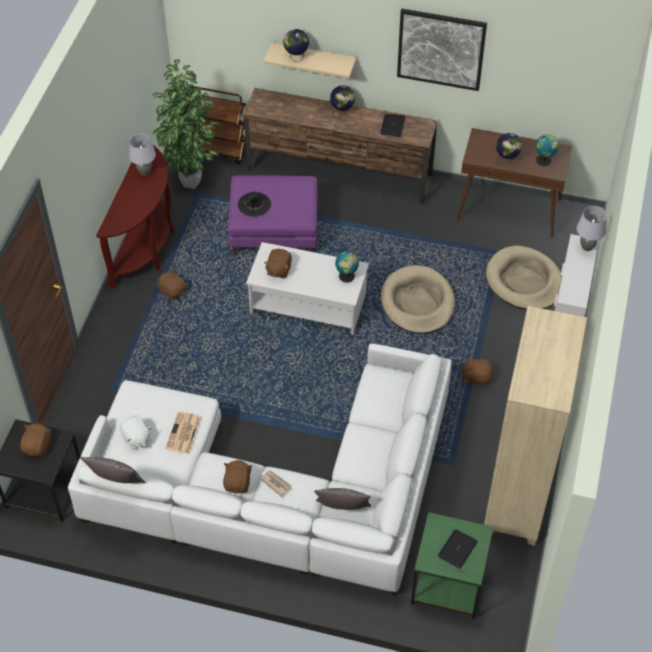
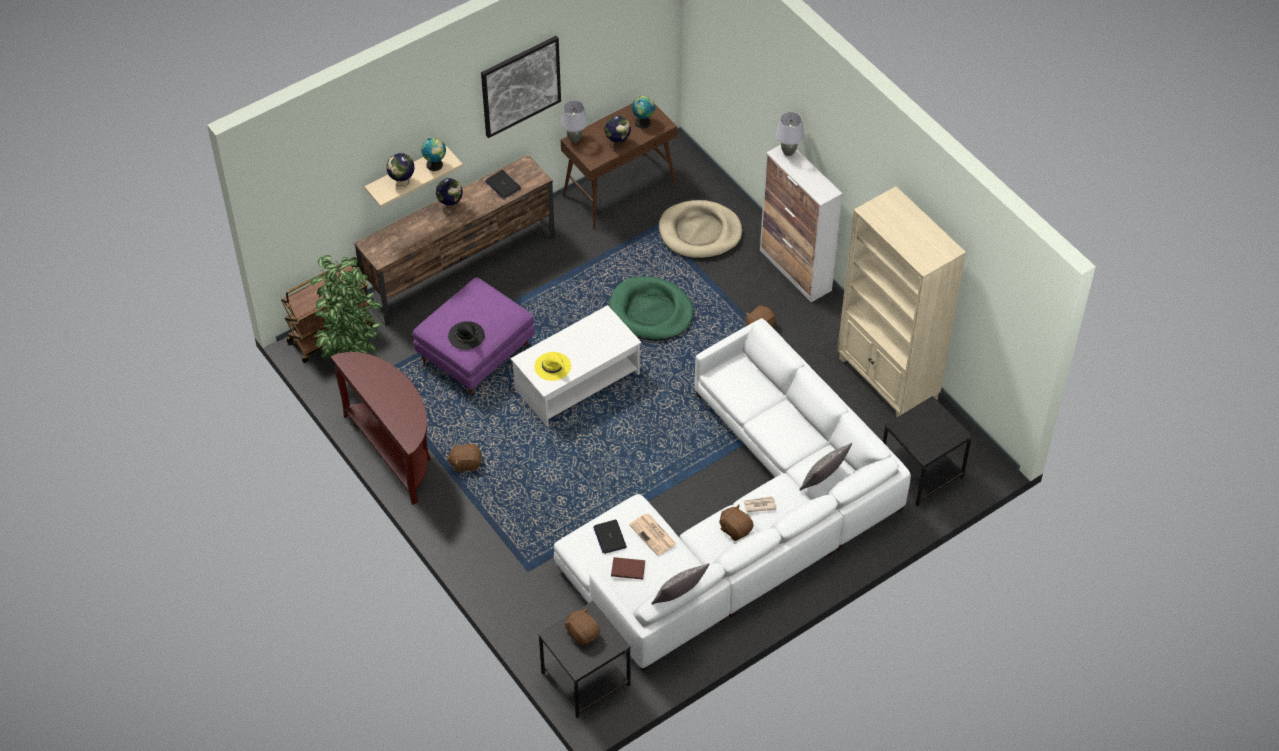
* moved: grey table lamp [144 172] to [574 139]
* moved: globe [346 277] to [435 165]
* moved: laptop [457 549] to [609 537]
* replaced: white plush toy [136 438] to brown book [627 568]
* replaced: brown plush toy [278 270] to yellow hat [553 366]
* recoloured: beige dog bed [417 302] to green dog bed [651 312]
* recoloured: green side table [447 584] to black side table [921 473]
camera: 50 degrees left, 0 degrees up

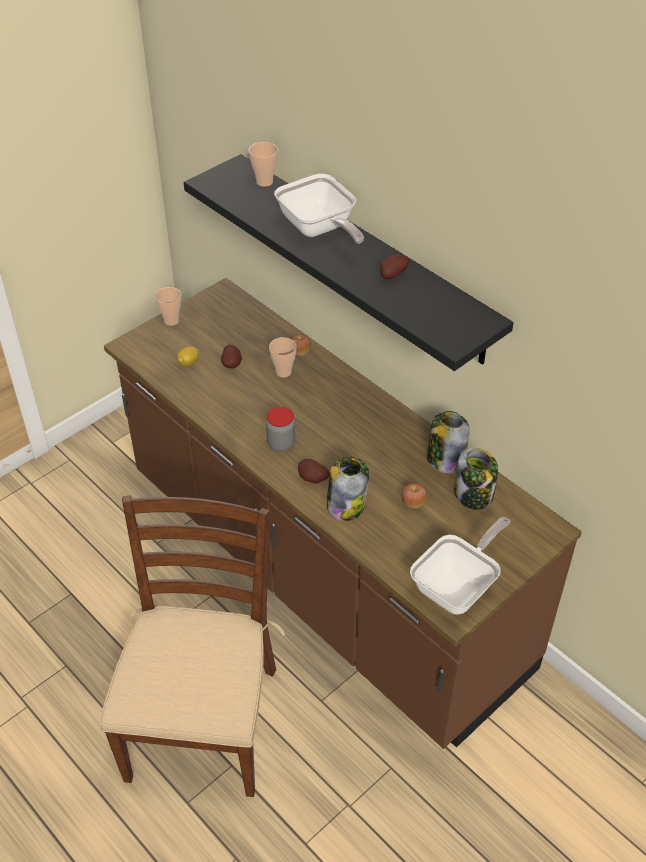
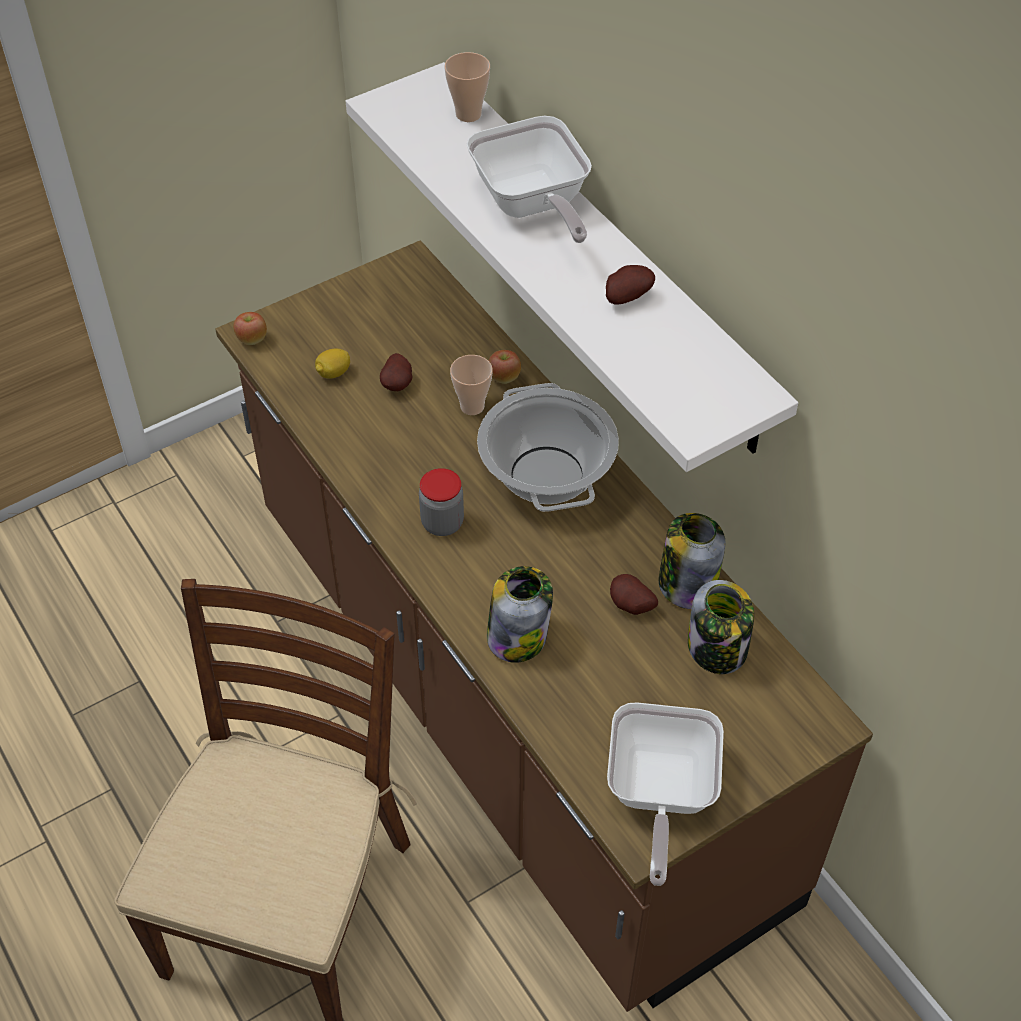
* removed: cup [171 321]
* added: cooking pot [546 475]
* moved: potato [312 479] to [630 606]
* moved: apple [413 503] to [252 339]
* recoloured: black shelf [364 257] to white shelf [601 255]
* turned: frying pan [458 586] = [659 795] 135 degrees clockwise
camera: 10 degrees right, 5 degrees up

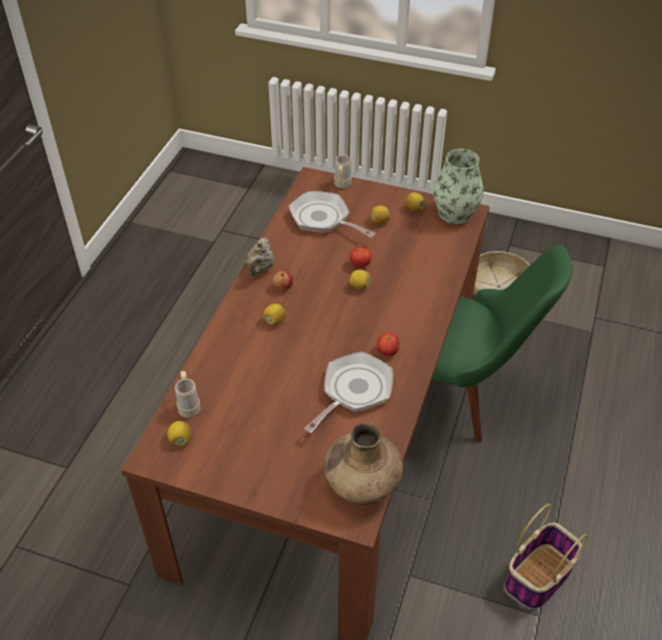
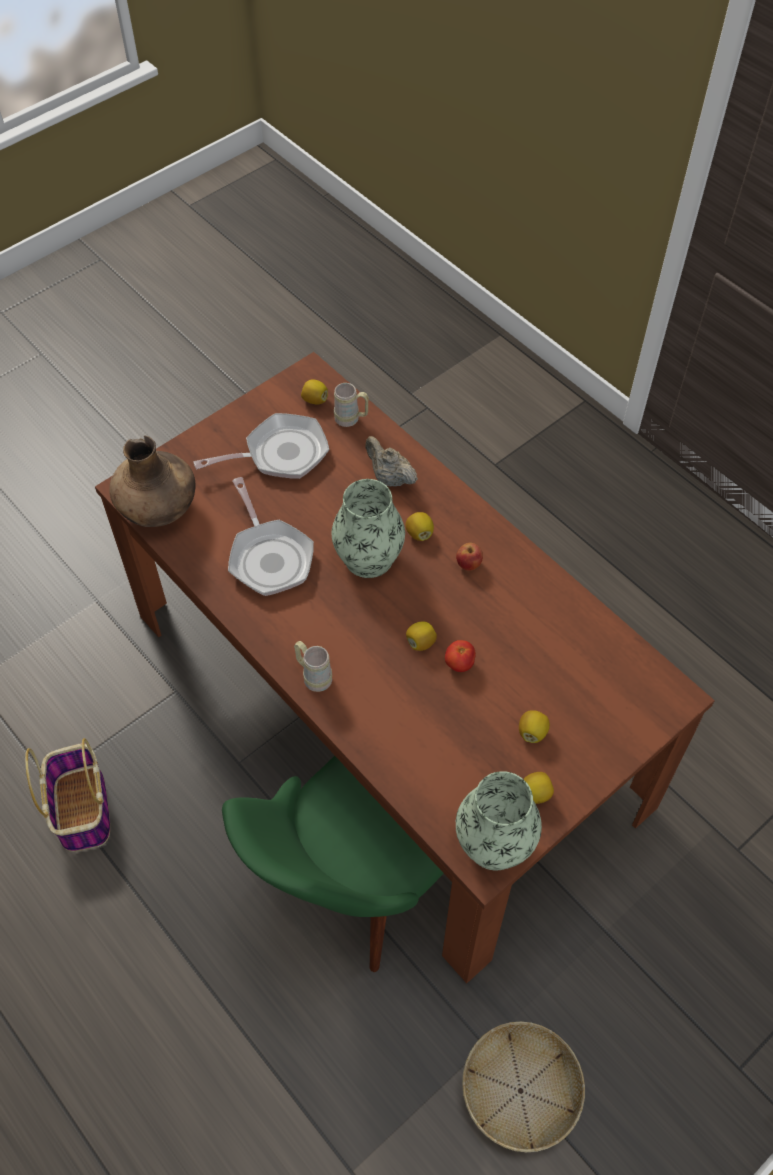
* removed: tomato [387 352]
* added: vase [368 557]
* moved: beige teapot [260 269] to [389 477]
* moved: frying pan [323 219] to [280 454]
* moved: beige mug [342 185] to [313 676]
camera: 120 degrees right, 10 degrees up

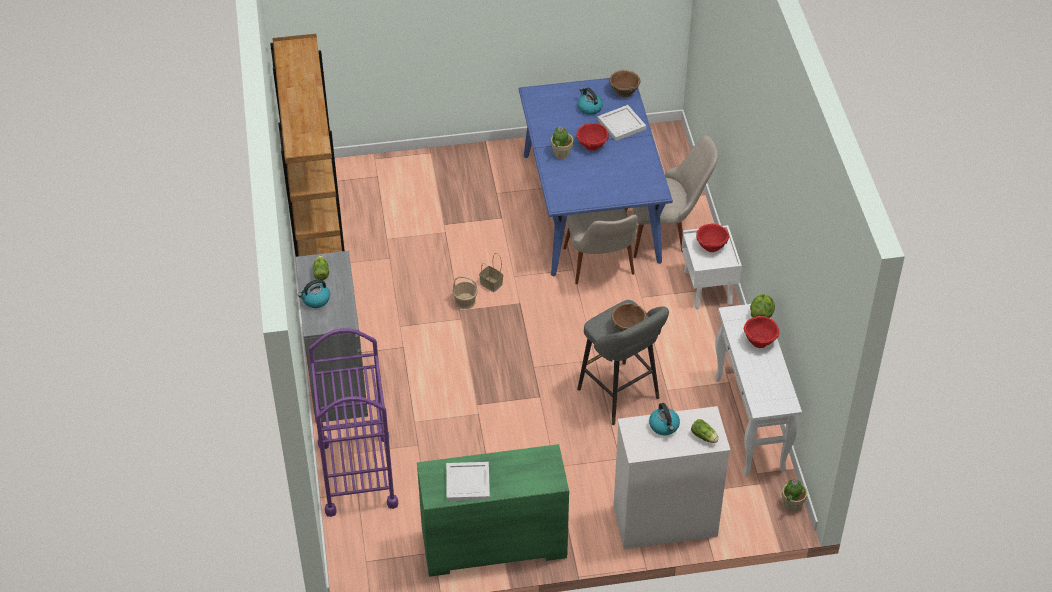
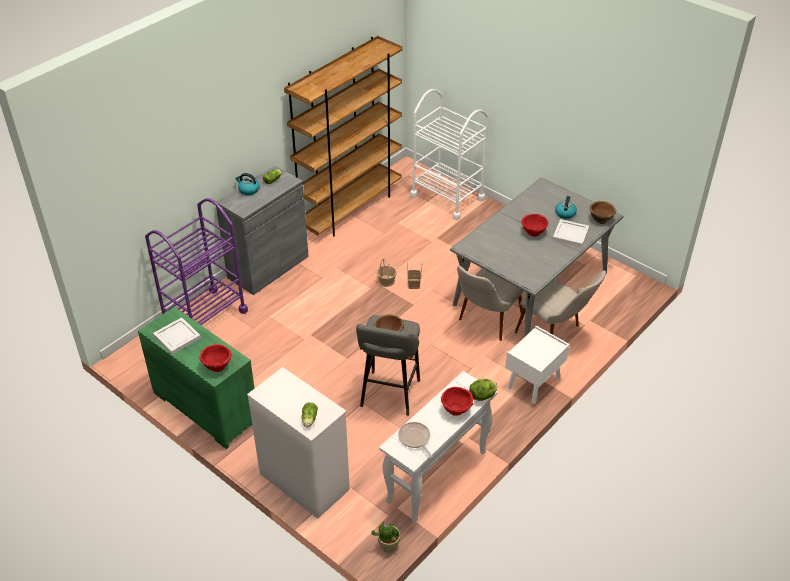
* removed: potted plant [561 153]
* removed: kettle [664 426]
* added: frying pan [415 439]
* added: white cart [447 197]
* moved: red bowl [711 247] to [217 366]
* recoloured: blue dining table [591 208] to grey dining table [531 289]
camera: 50 degrees right, 5 degrees down

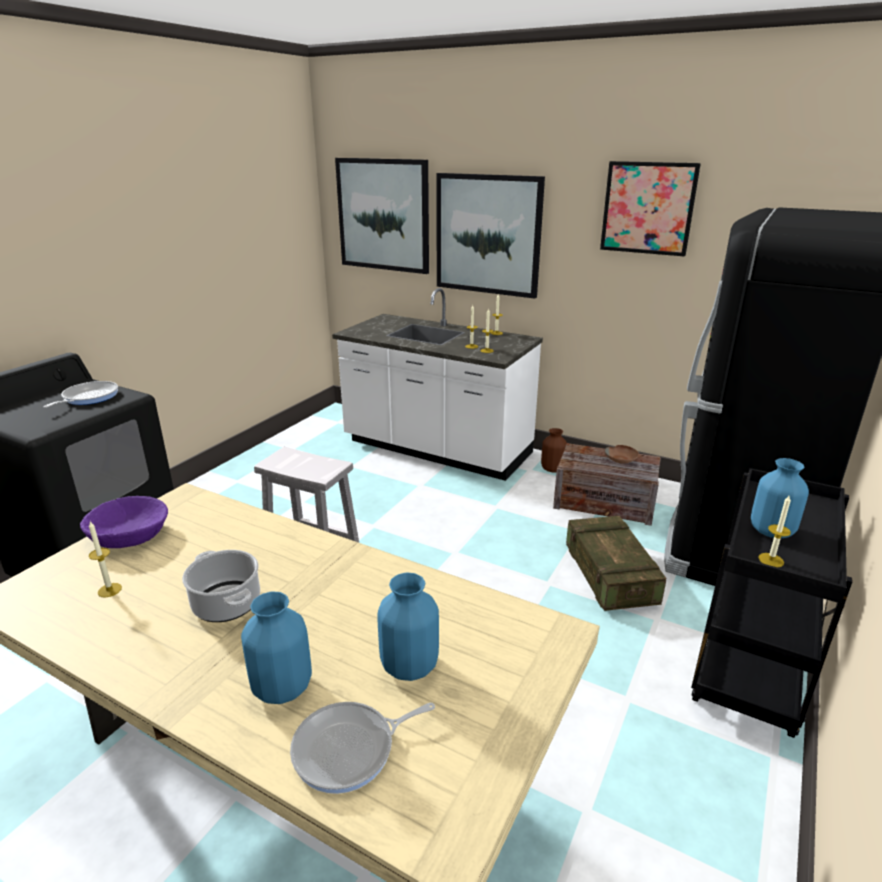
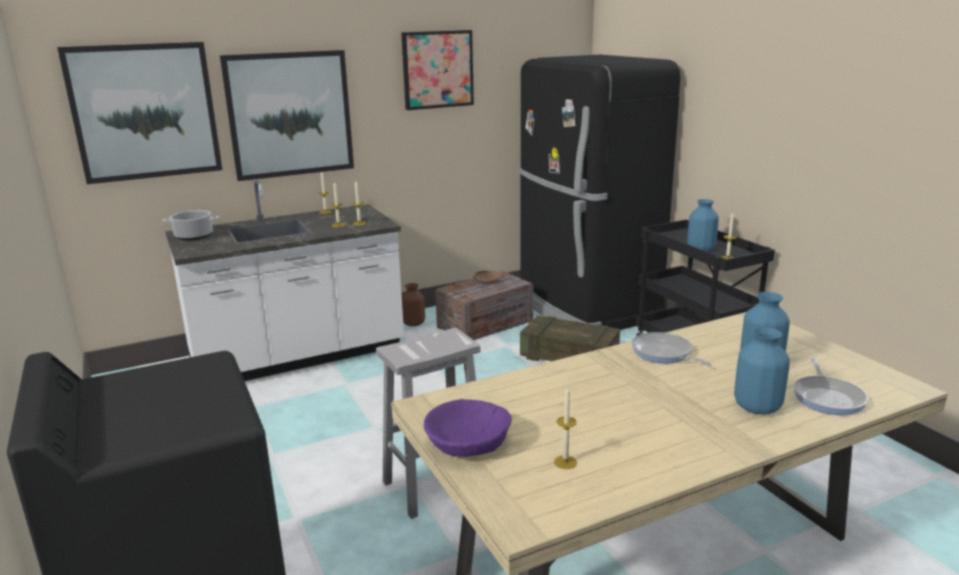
* moved: frying pan [88 397] to [664 353]
* moved: cooking pot [226 603] to [193 236]
camera: 55 degrees left, 5 degrees down

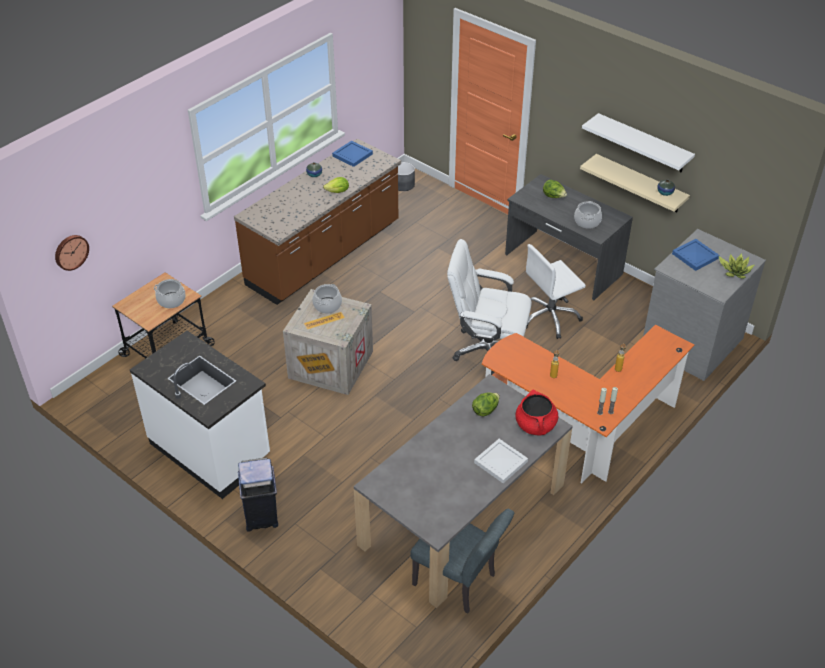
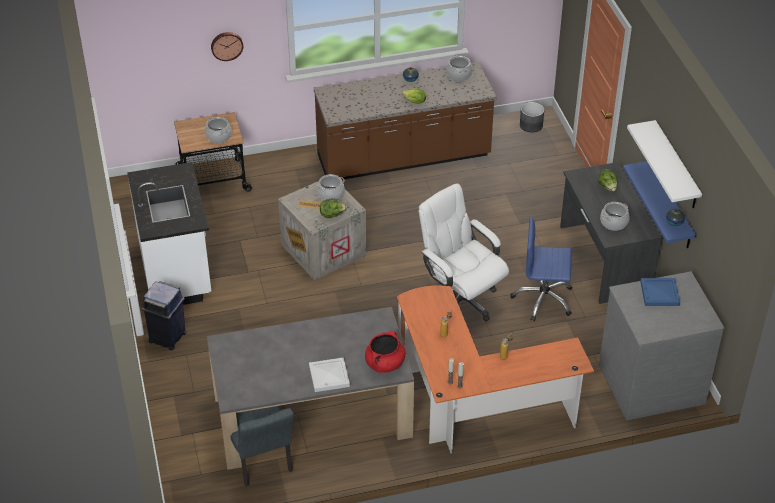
* removed: potted plant [735 271]
* moved: wall clock [70 251] to [226 45]
* moved: lettuce [485 410] to [332 215]
* replaced: blue tray [352 155] to cooking pot [458 75]
* recoloured: white office chair [550 318] to blue office chair [543 299]
* recoloured: beige shelf [640 184] to blue shelf [671 206]
camera: 35 degrees right, 0 degrees up

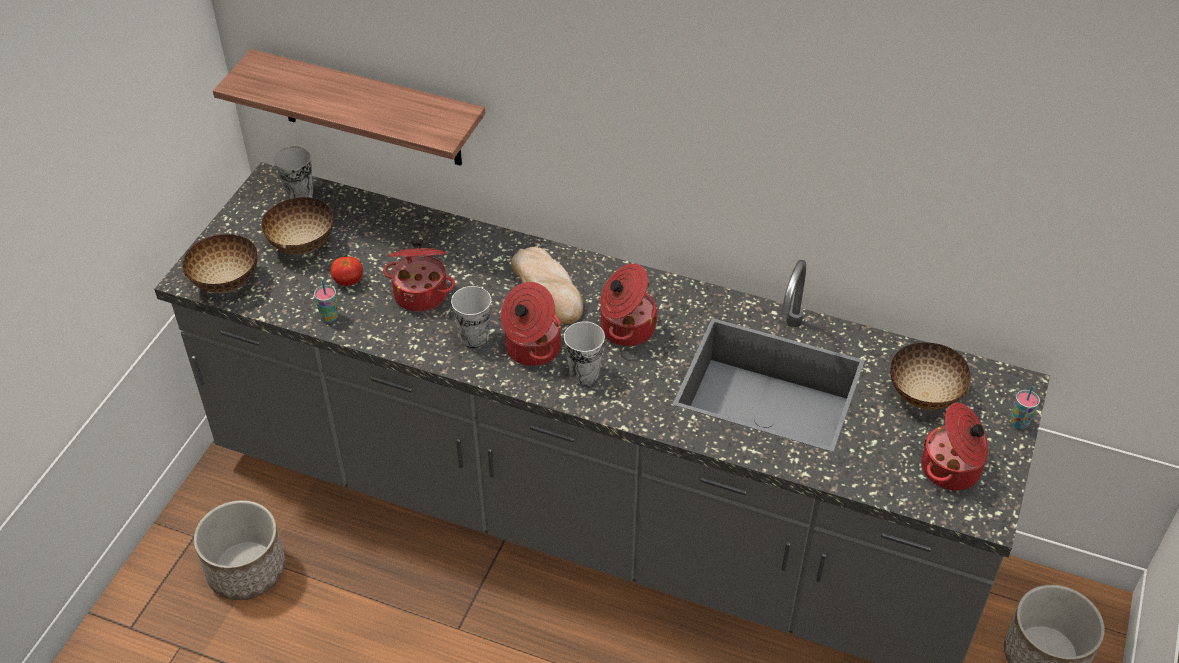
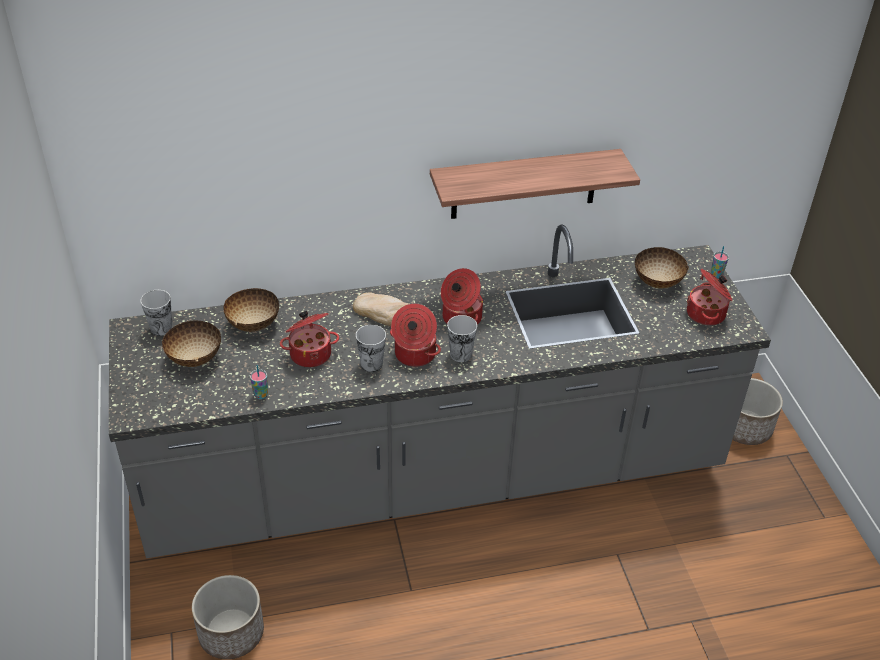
* removed: tomato [348 281]
* moved: bowl [226 281] to [253 324]
* moved: shelf [370 109] to [524 184]
camera: 35 degrees left, 5 degrees down

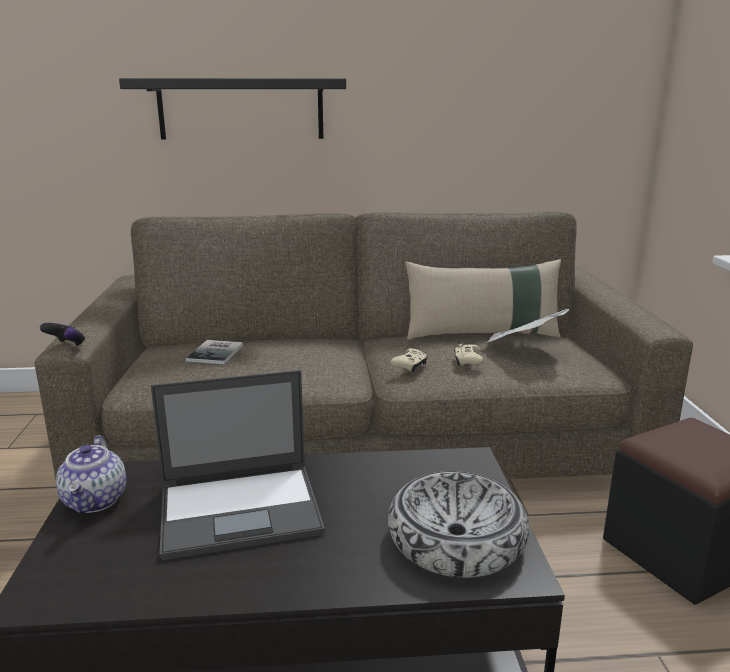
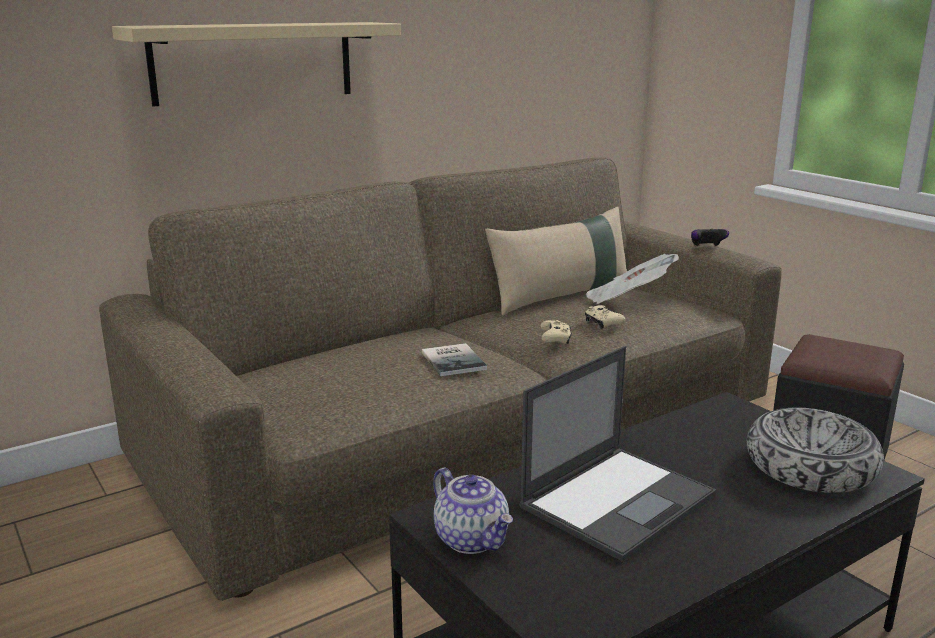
* moved: game controller [67 346] to [707 247]
* moved: book [217 352] to [454 360]
* recoloured: black shelf [241 109] to beige shelf [254 62]
camera: 30 degrees left, 0 degrees up

